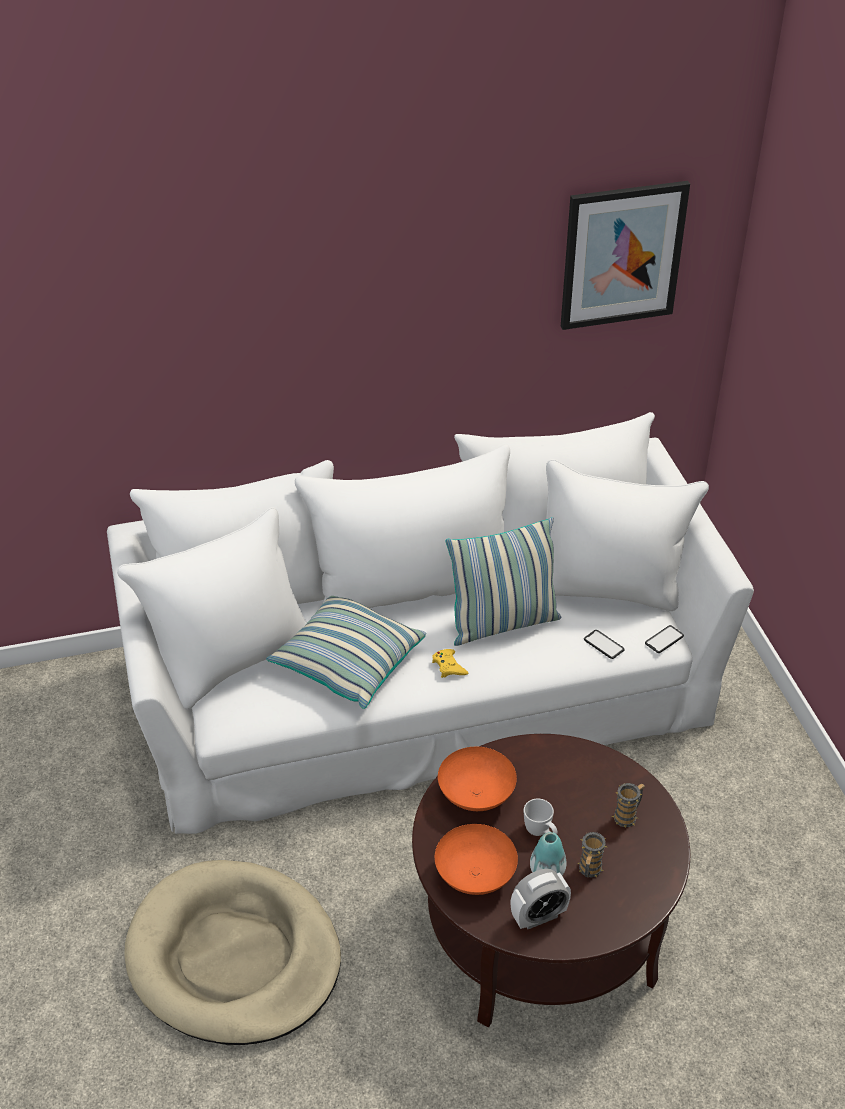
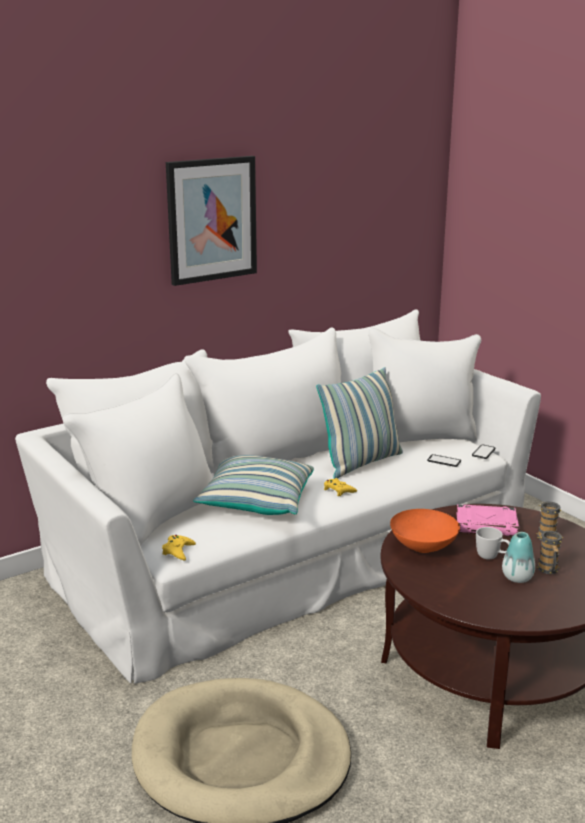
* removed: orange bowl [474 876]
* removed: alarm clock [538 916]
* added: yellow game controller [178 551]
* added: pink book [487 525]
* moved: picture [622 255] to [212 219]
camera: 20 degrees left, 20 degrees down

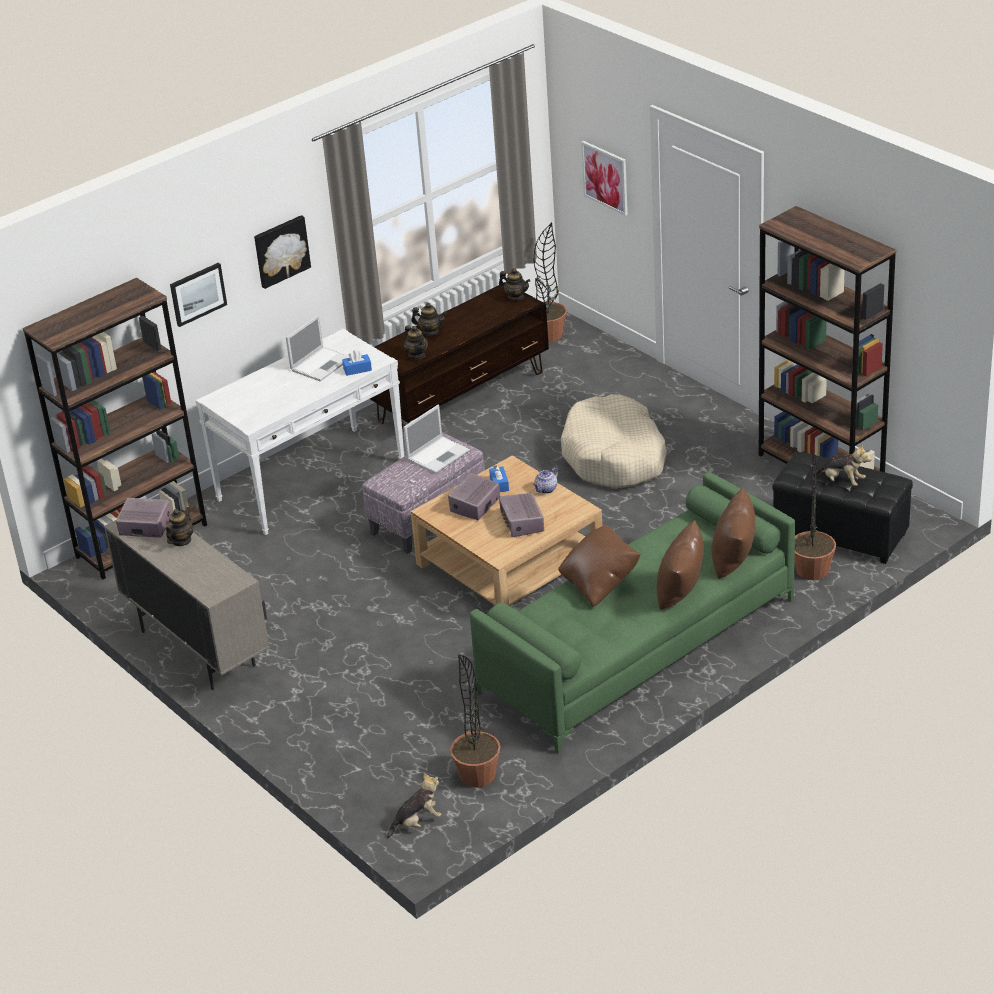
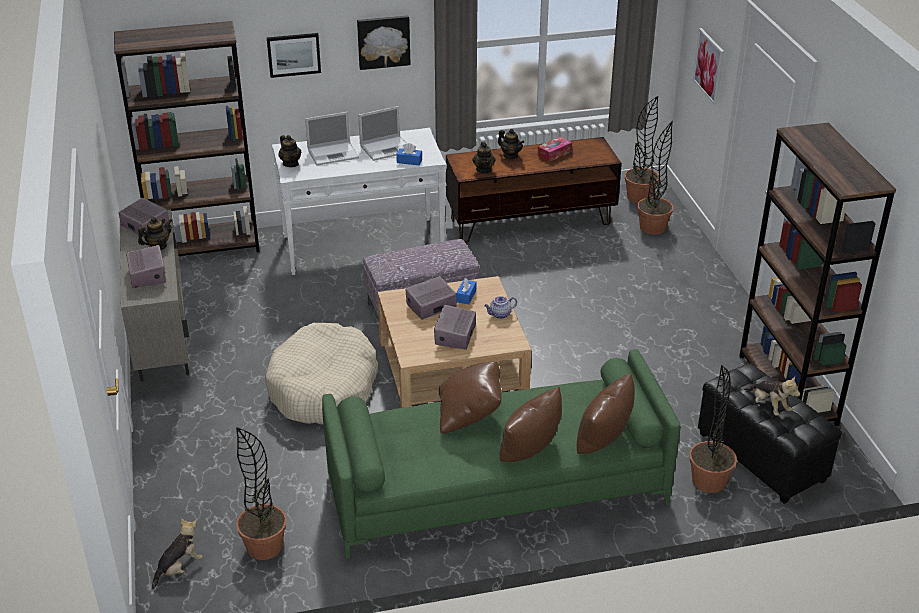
* added: radio [147 275]
* added: tissue box [554 154]
* added: potted plant [652 228]
* moved: laptop [438 454] to [334 153]
* moved: teapot [515 297] to [290 163]
* moved: beige dog bed [614 457] to [323 388]
* turned: plush toy [417 822] = [179 568] 45 degrees counterclockwise
camera: 25 degrees right, 0 degrees up

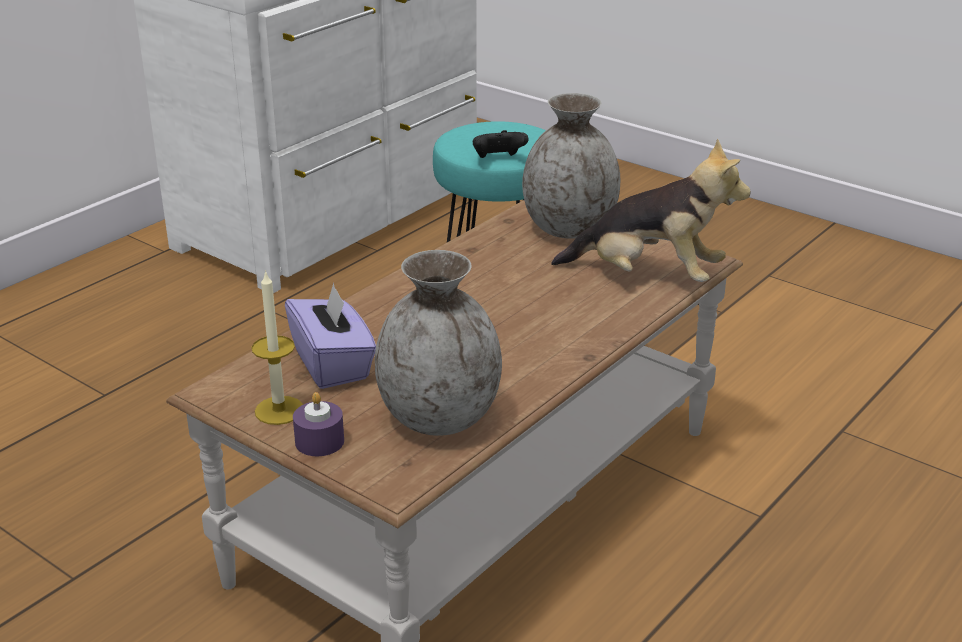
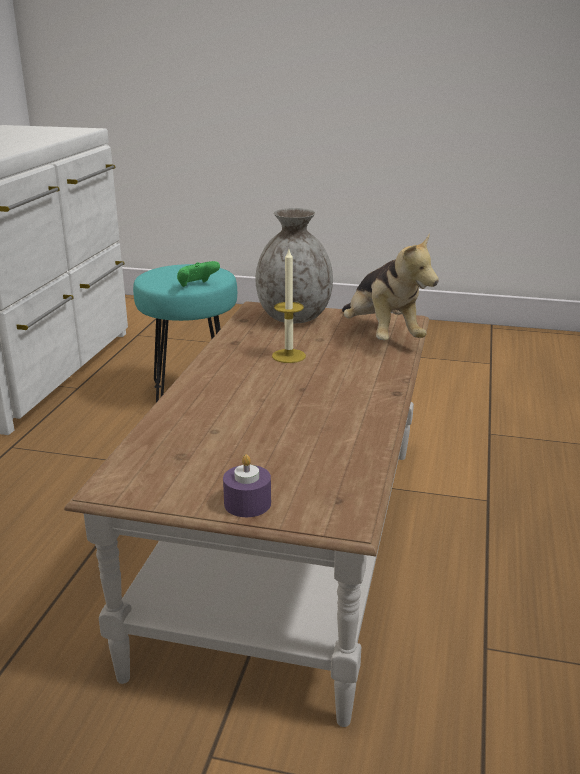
* removed: purple tissue box [333 364]
* removed: grey vase [440 418]
* moved: candle [279 410] to [288 356]
* recoloured: black game controller [498 159] to green game controller [197 286]
* turned: plush toy [649 276] = [381 336] 75 degrees clockwise
camera: 25 degrees left, 5 degrees down

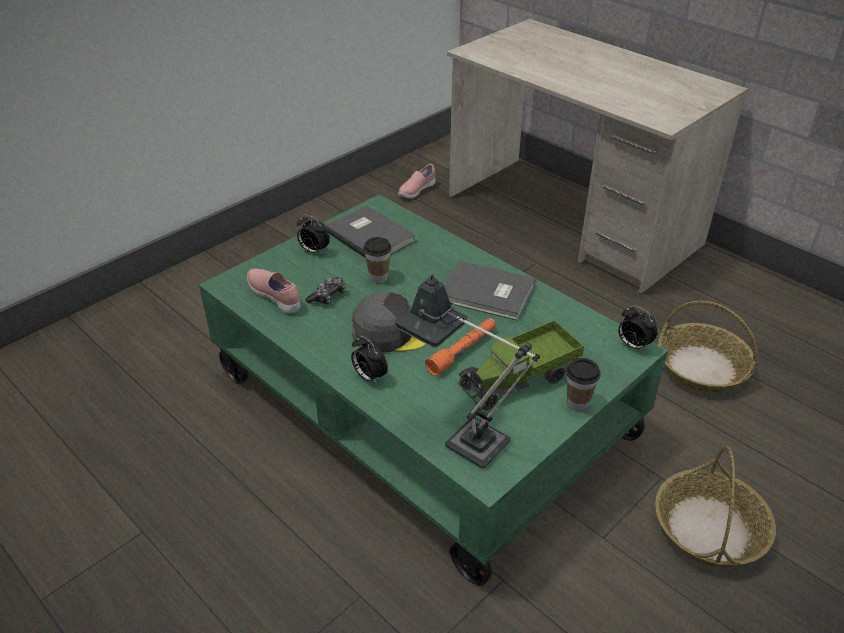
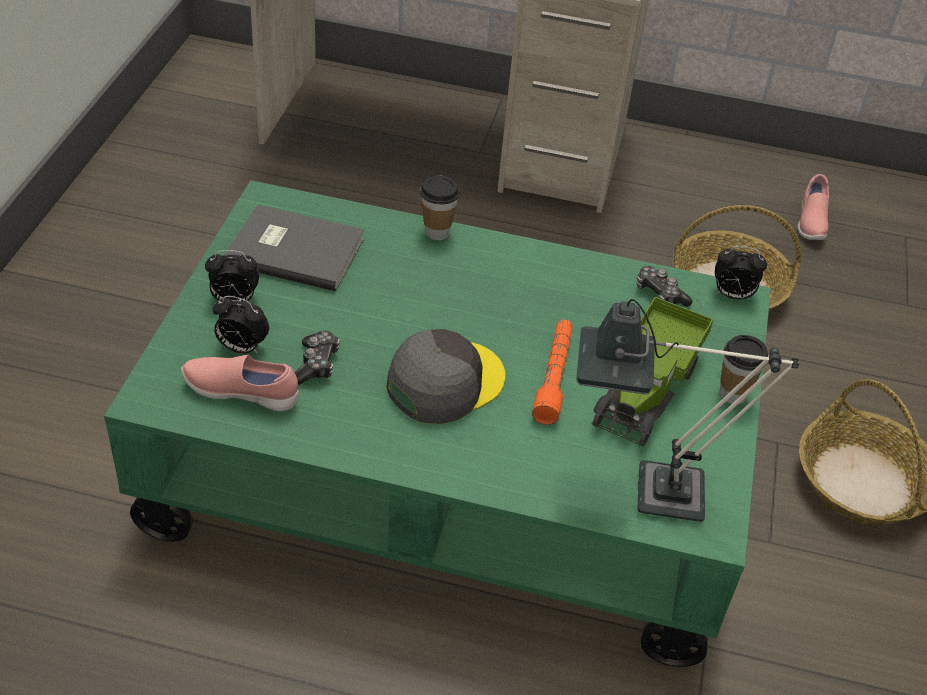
* removed: grey book [487 294]
* added: game controller [660 294]
* moved: alarm clock [369 377] to [241 348]
* moved: cup [378 277] to [437 232]
* moved: pink shoe [416 191] to [810 222]
camera: 35 degrees left, 5 degrees up

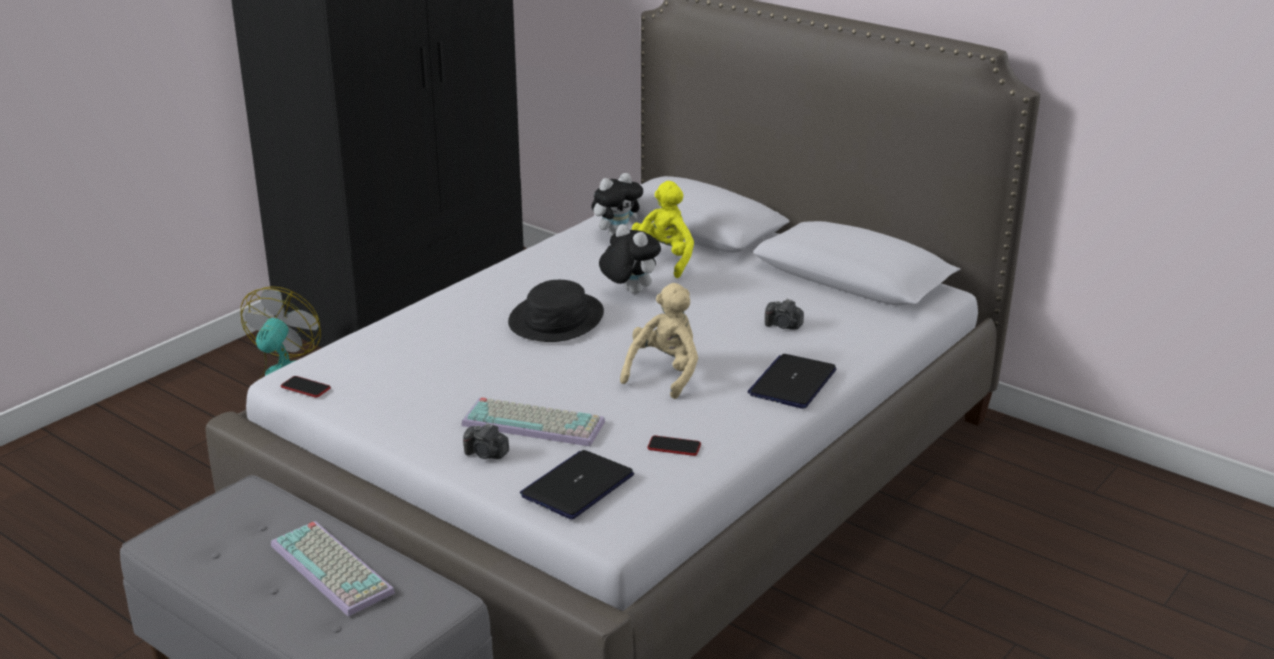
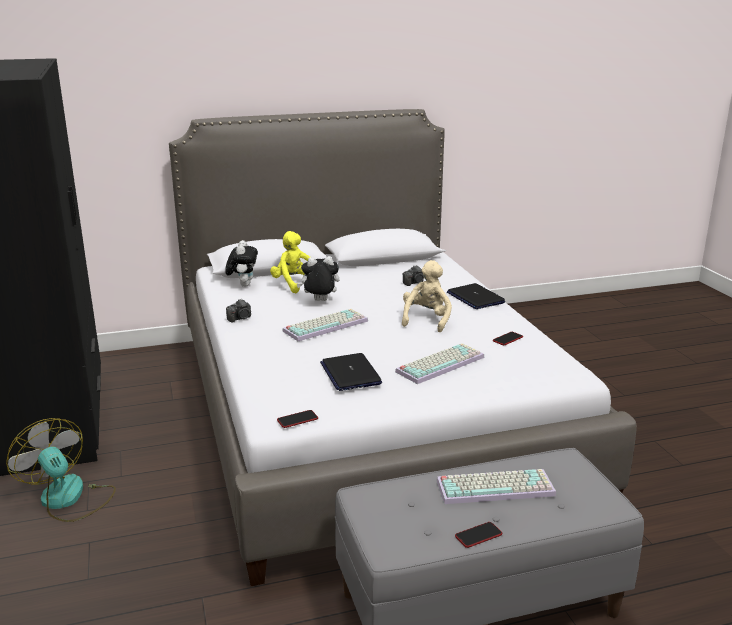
* added: phone [478 535]
* moved: photo camera [486 454] to [240 318]
* moved: laptop [577 486] to [350 373]
* replaced: black hat [556 319] to keyboard [326 325]
* turned: beige plush toy [664 373] = [426 320] 45 degrees clockwise
camera: 55 degrees left, 5 degrees down

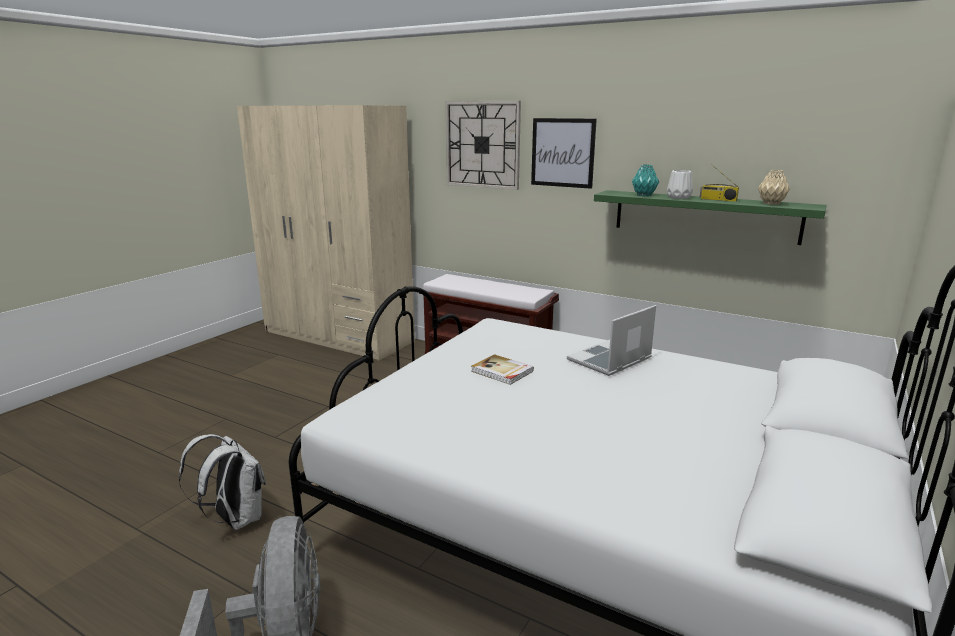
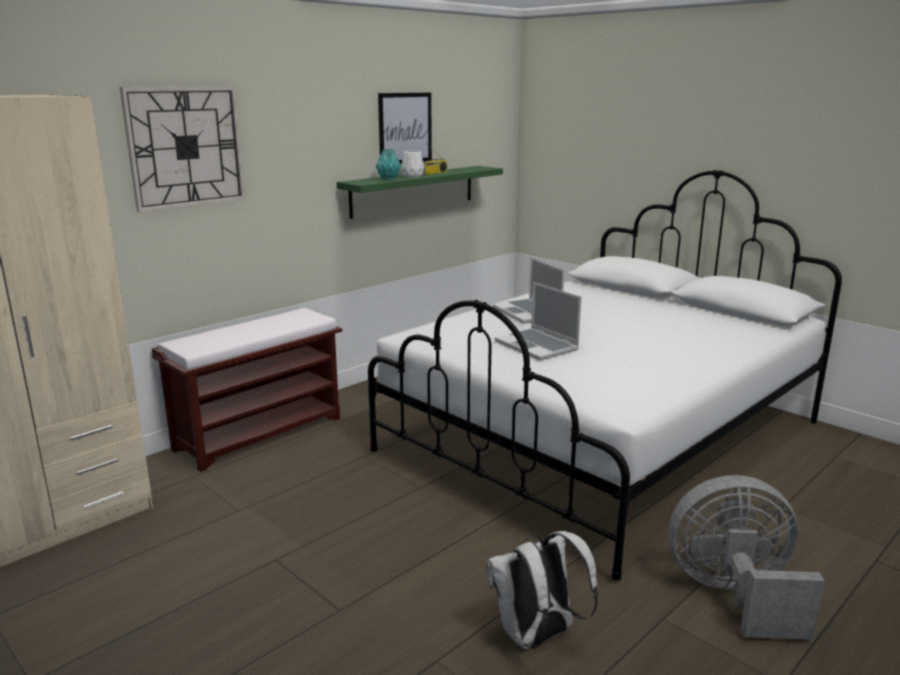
* removed: beige vase [771 203]
* moved: picture [562 152] to [405 128]
* replaced: book [502 371] to laptop [538 346]
camera: 75 degrees left, 0 degrees up

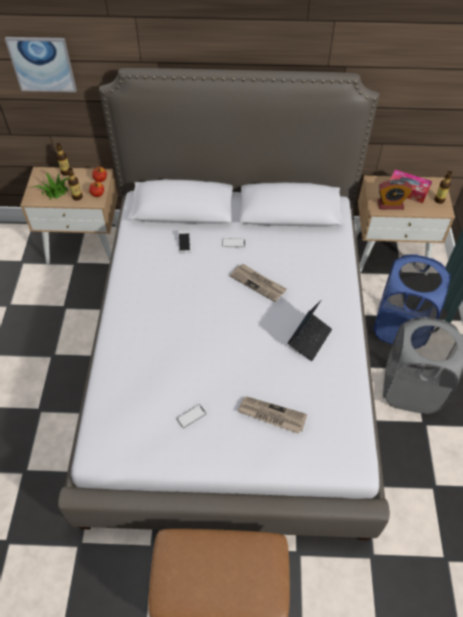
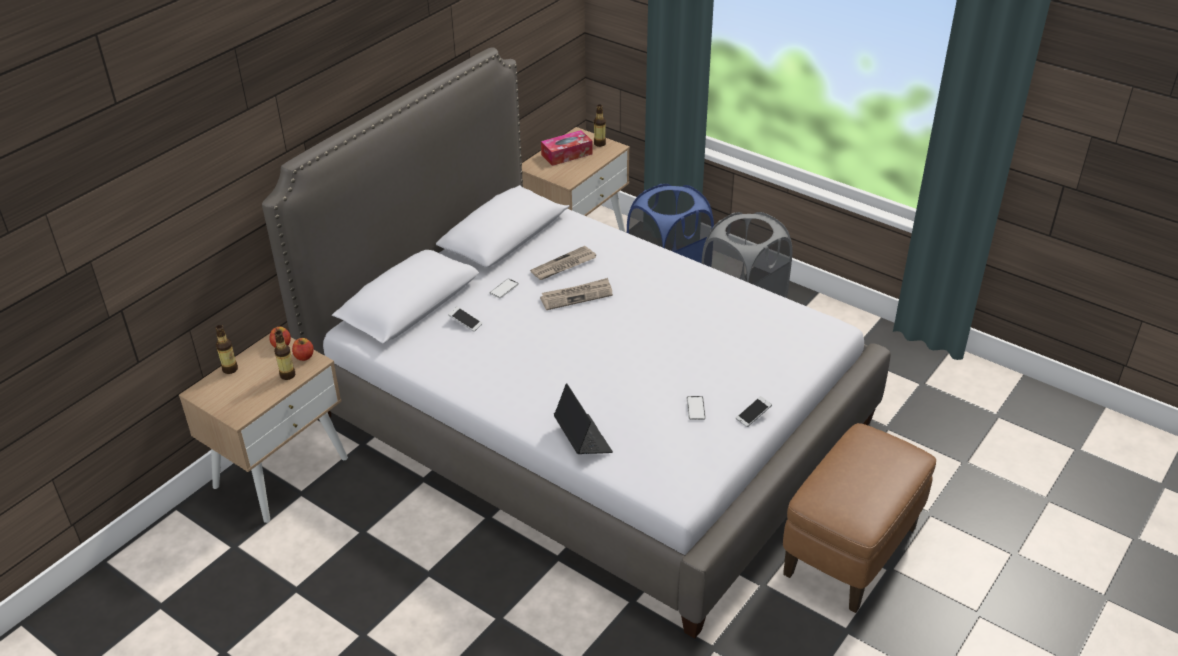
* removed: picture [42 64]
* removed: potted plant [55 191]
* removed: alarm clock [390 205]
* added: phone [753 415]
* moved: newspaper [271 415] to [563 266]
* moved: laptop [309 338] to [582 438]
camera: 55 degrees left, 15 degrees down

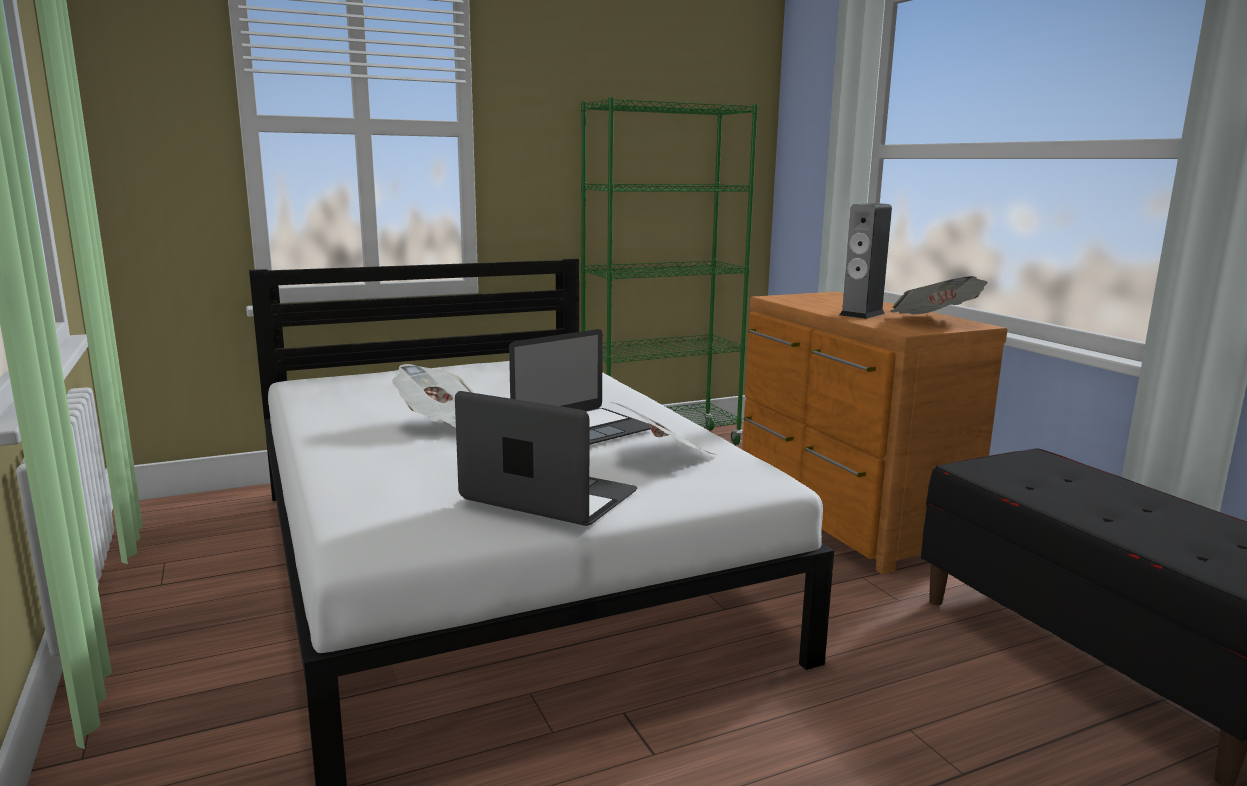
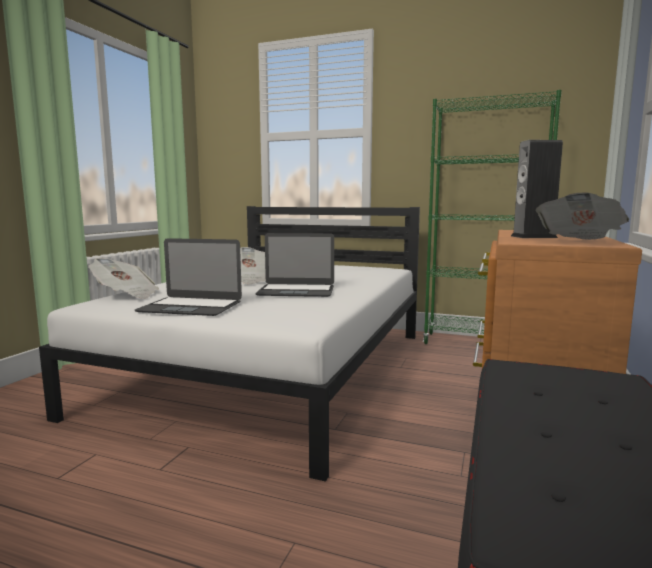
* moved: newspaper [663 456] to [126 295]
* turned: laptop [549 496] = [190 306] 120 degrees clockwise
camera: 45 degrees right, 5 degrees down

